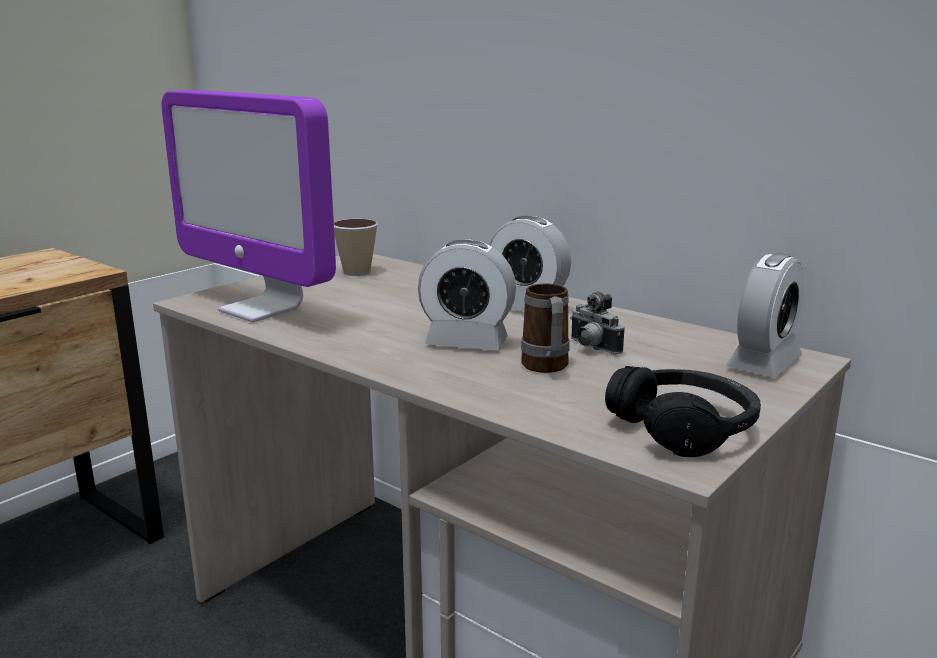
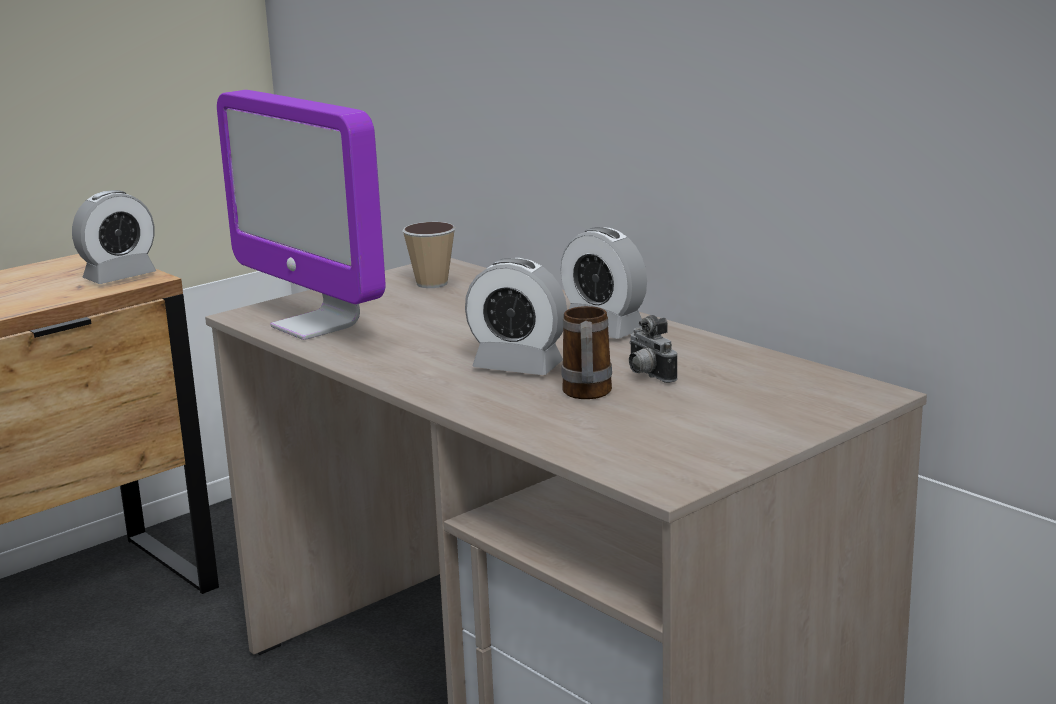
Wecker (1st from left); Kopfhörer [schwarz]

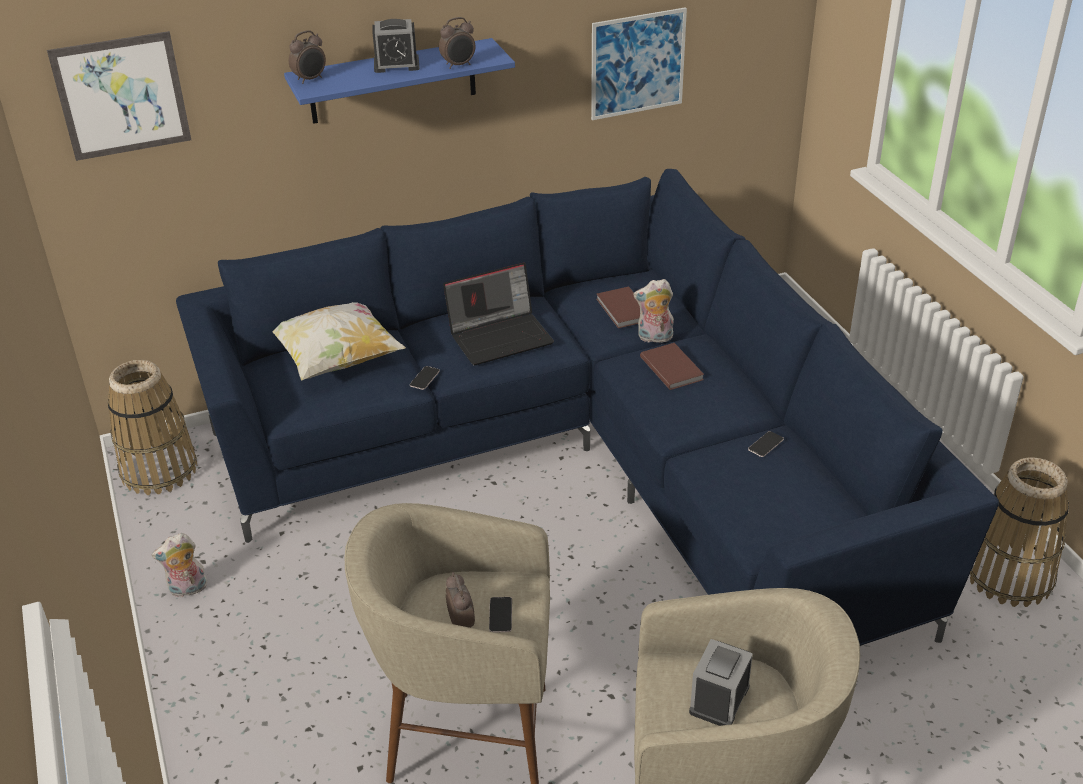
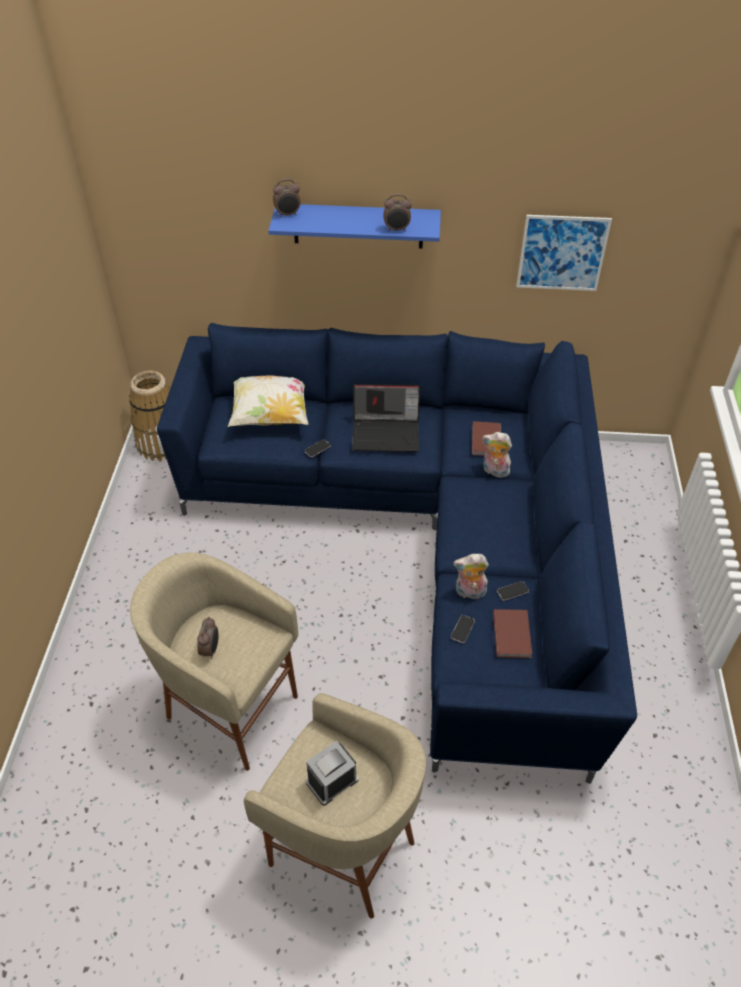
Wecker (2nd from left in the first image); Bild (1st from left in the first image); Buch [braun] (2nd from left); Korb (2nd from left in the first image); Plüschtier (1st from left); Handy (2nd from left)

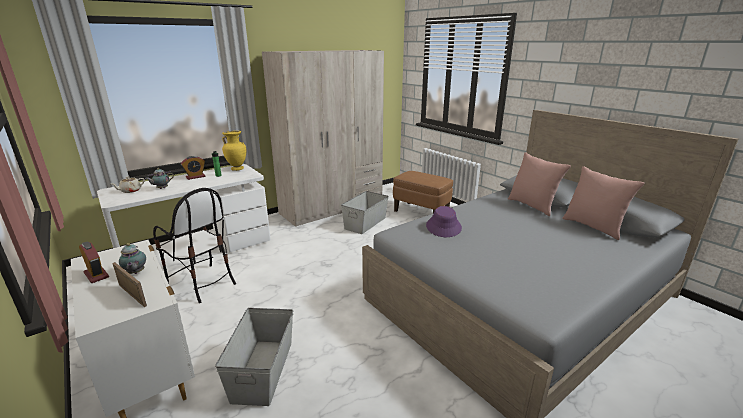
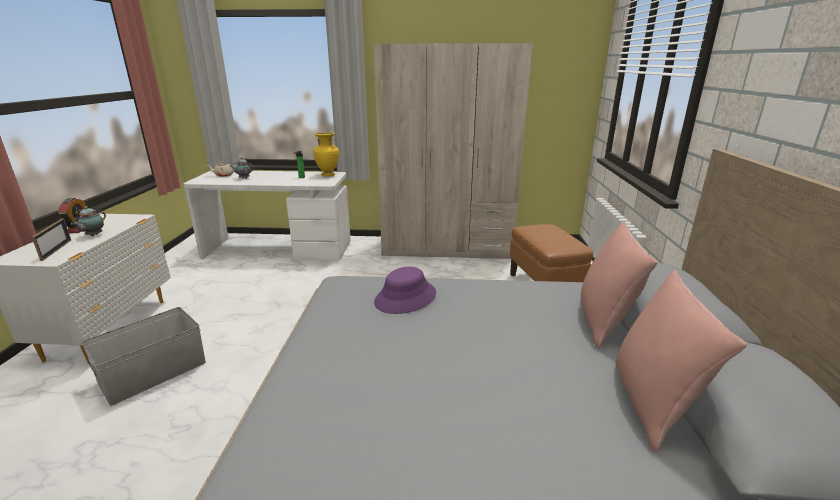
Wecker (2nd from left in the first image); Stuhl; Aufbewahrungsbox [grau] (2nd from left in the first image)

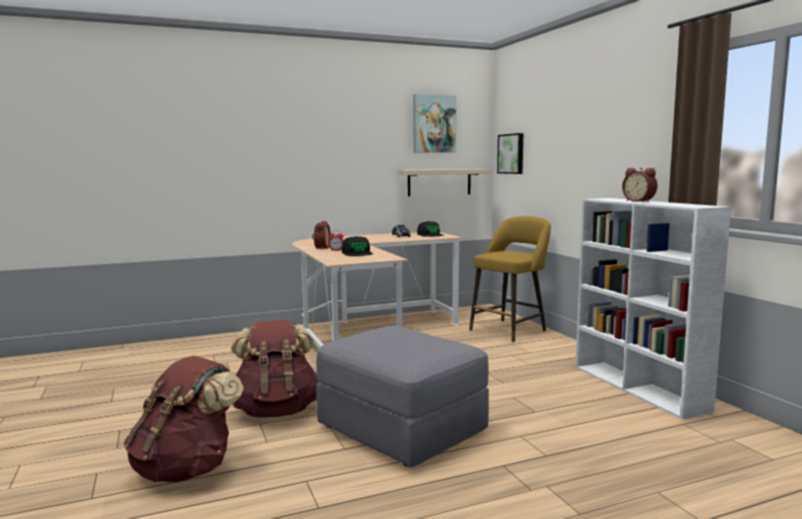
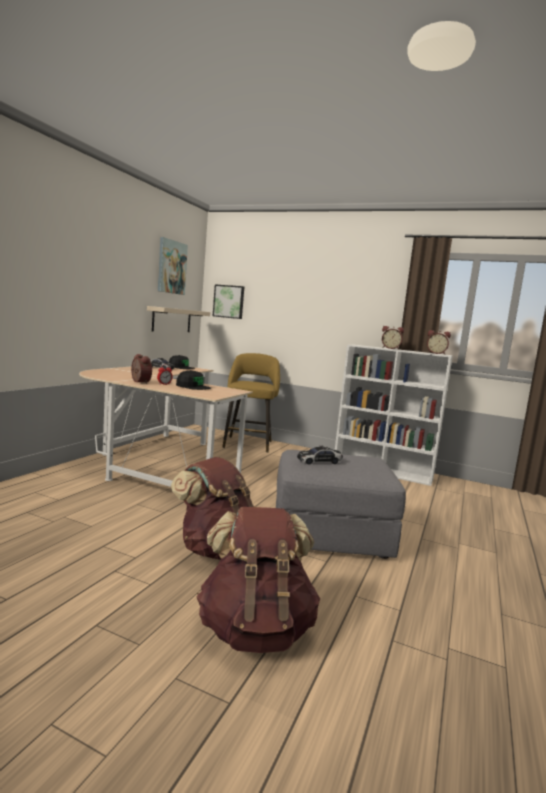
Wecker (4th from left); Spielzeugauto (2nd from left)

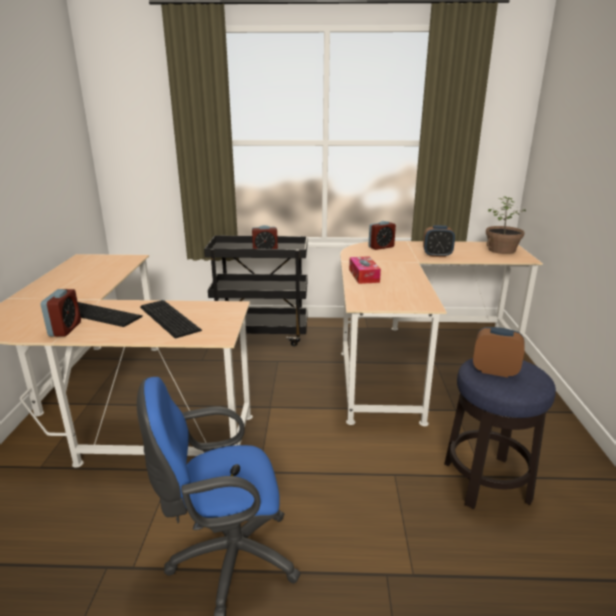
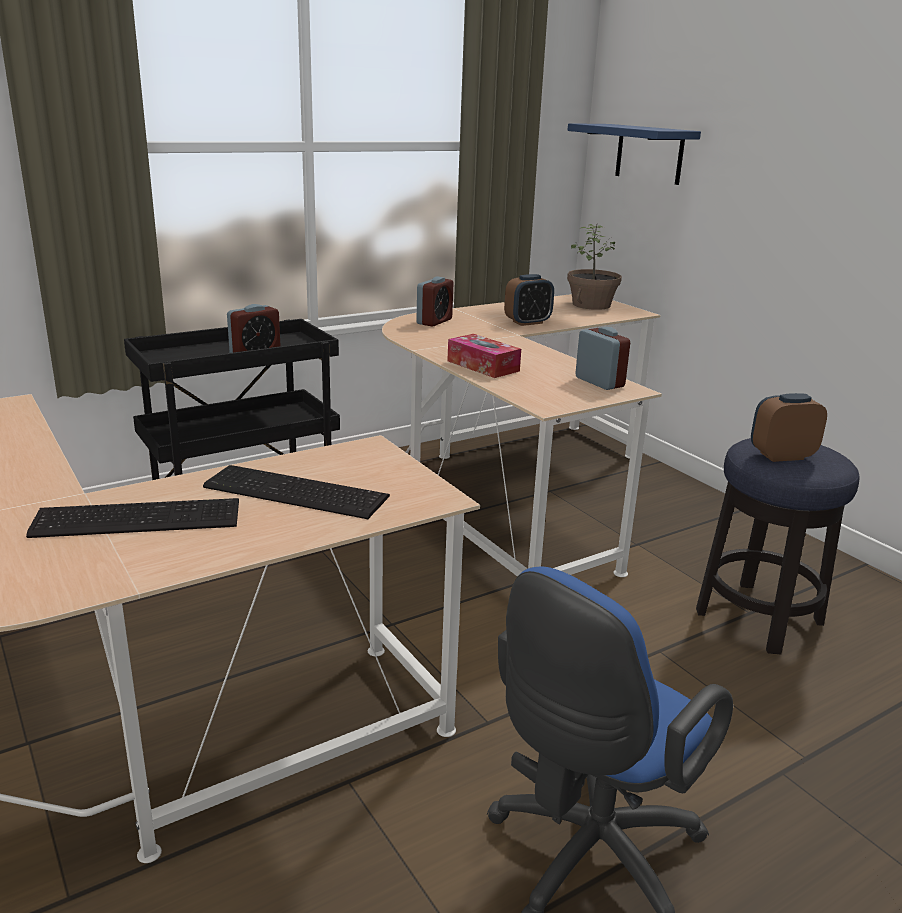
Wecker (4th from left); Wandregal [blau]

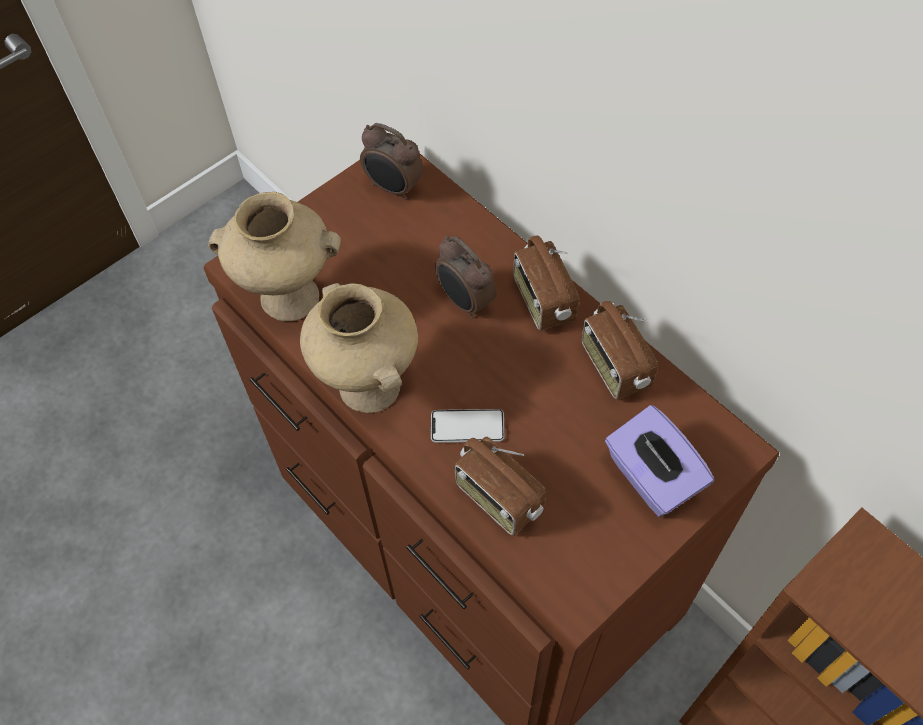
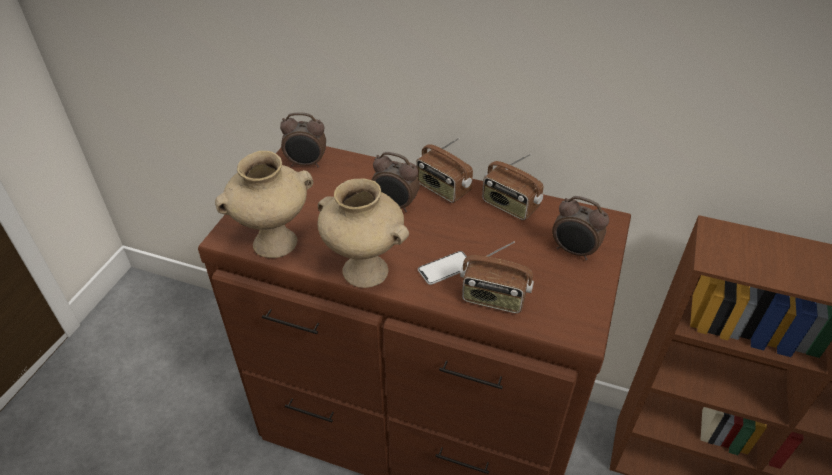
Wecker (3rd from left)

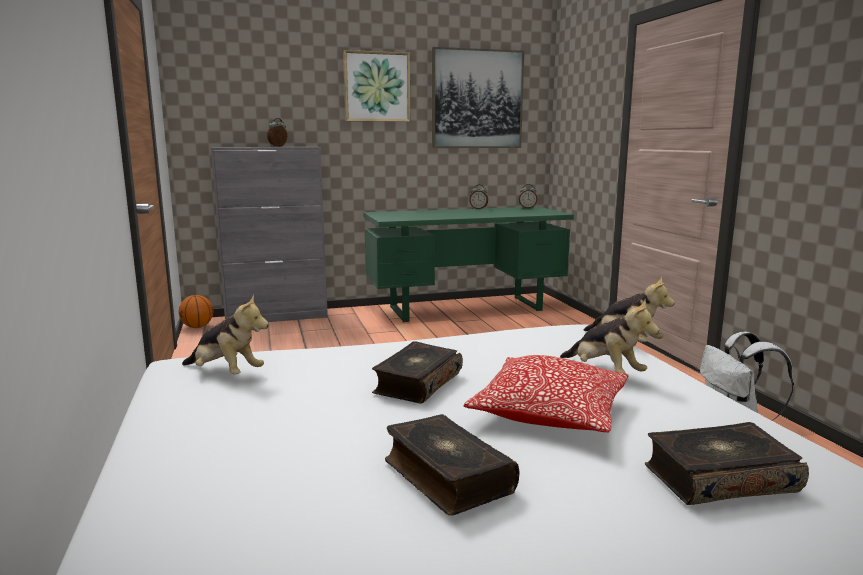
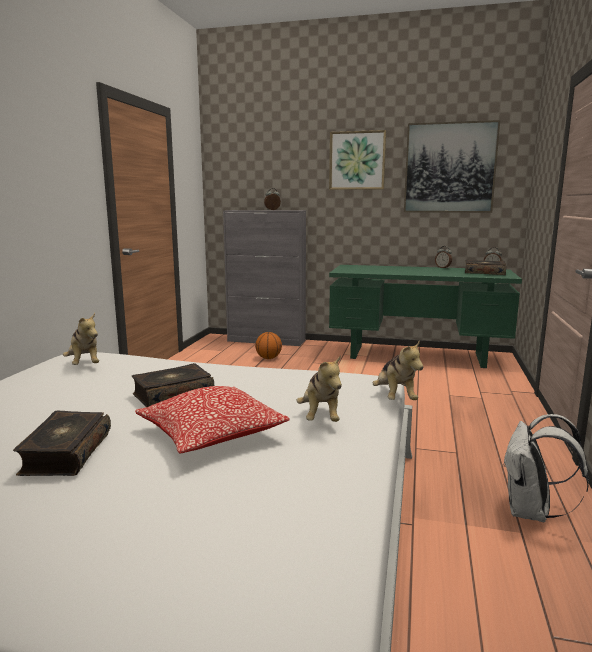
Basketball; Buch (3rd from left)

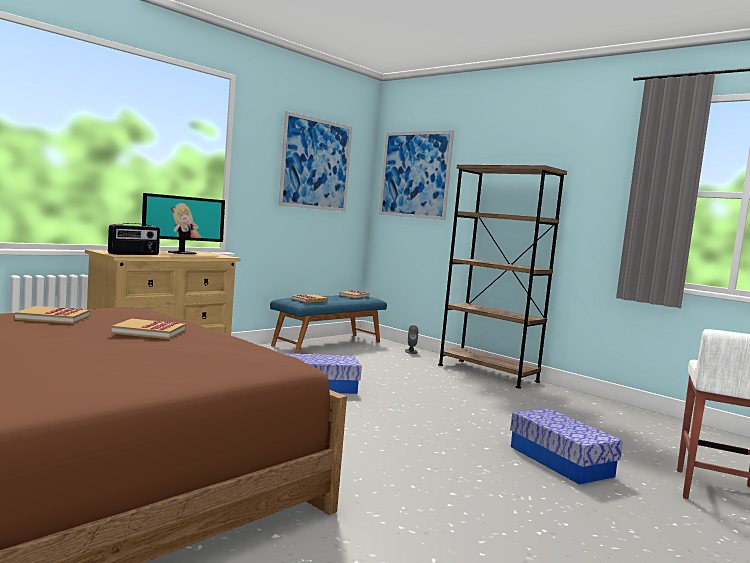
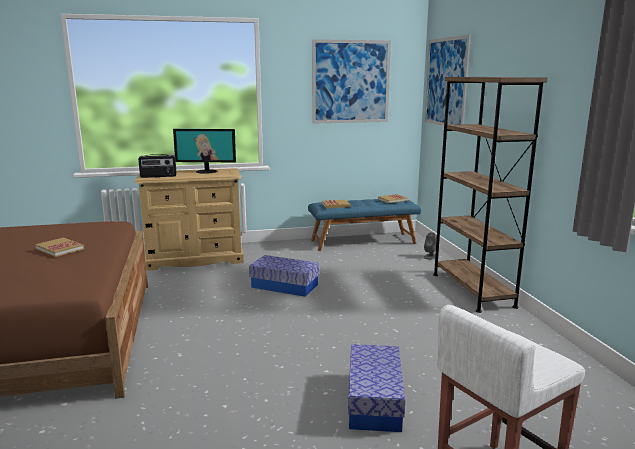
Buch (1st from left in the first image)

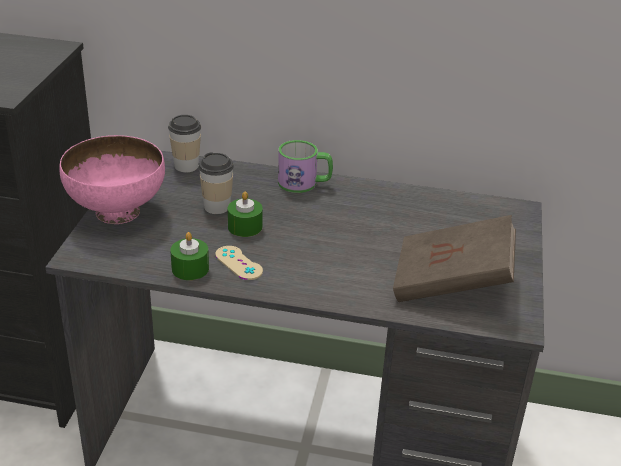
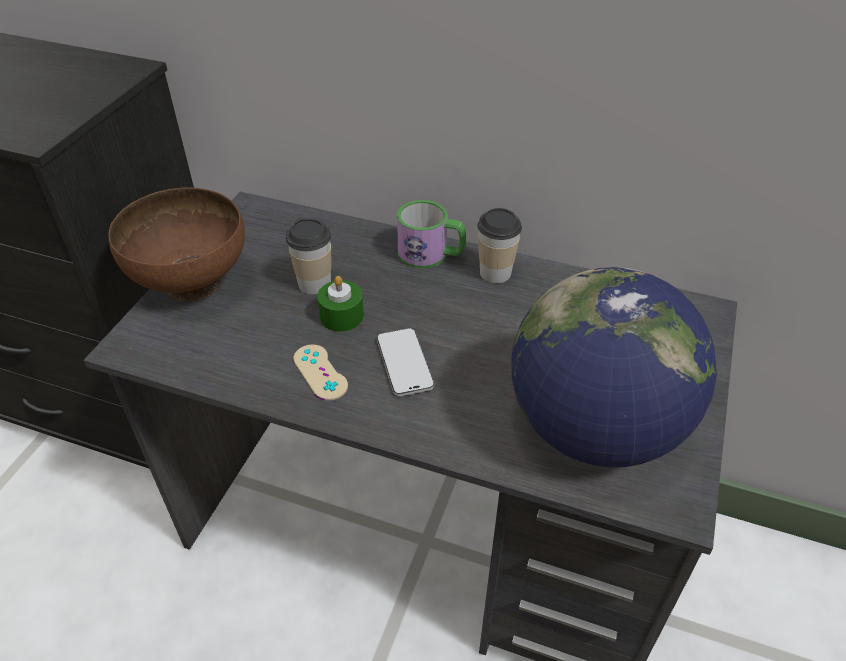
Tasse (2nd from left); Schüssel [braun]; Globus; Kerze [grün] (1st from left in the first image); Handy

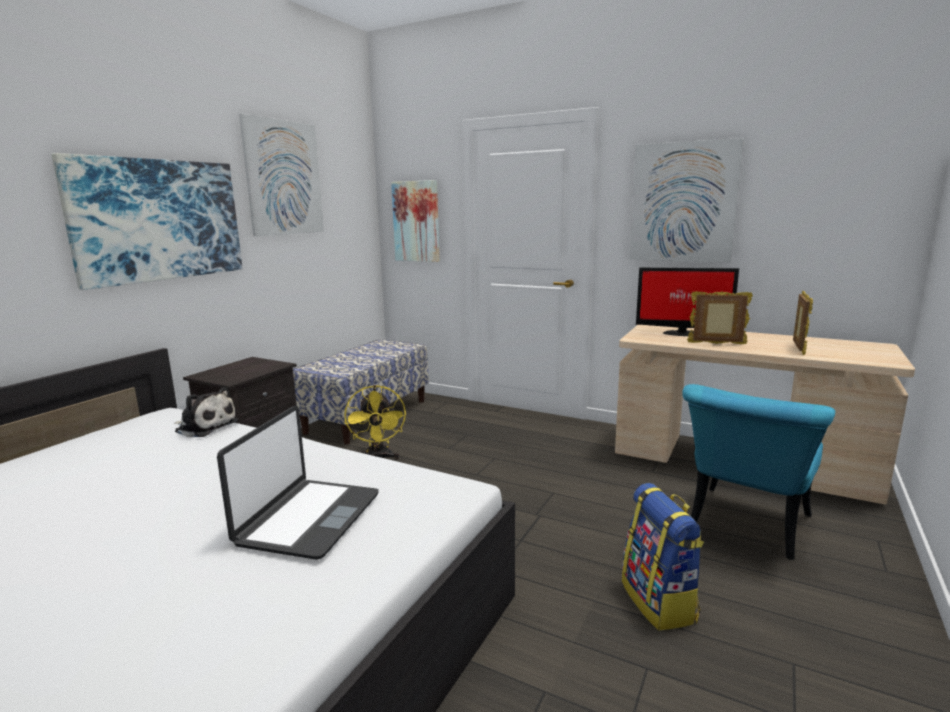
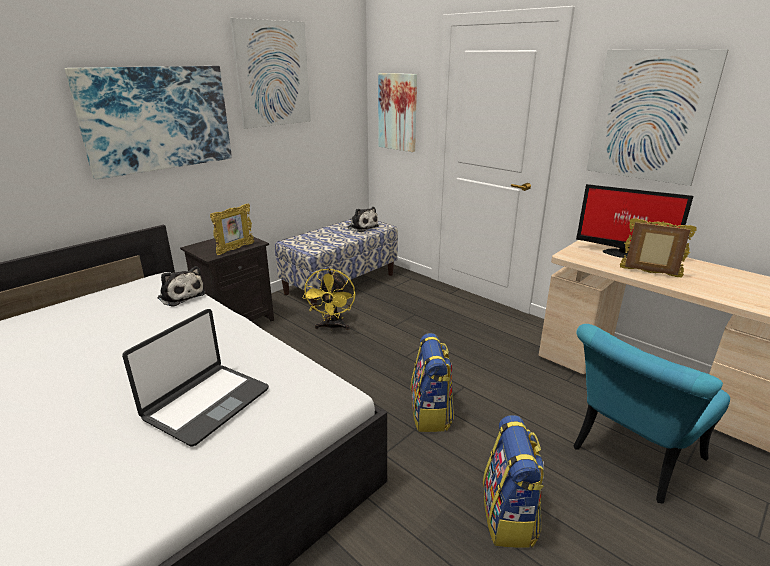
Bilderrahmen (1st from left); Plüschtier (2nd from left); Rucksack (1st from left)

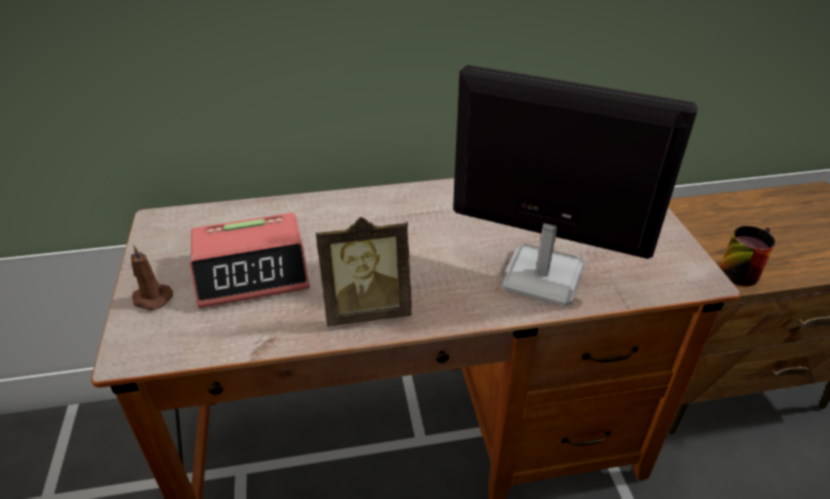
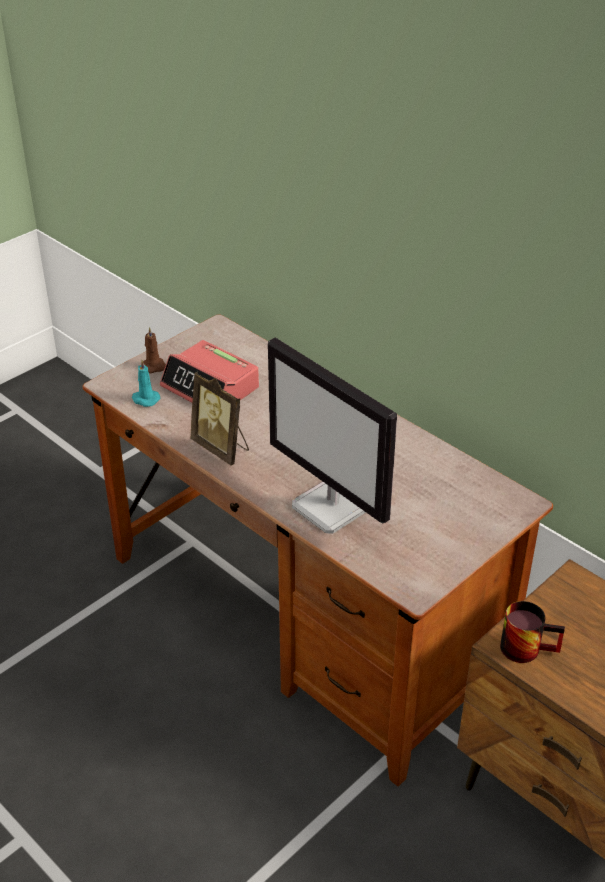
Monitor; Kerze [türkis]

